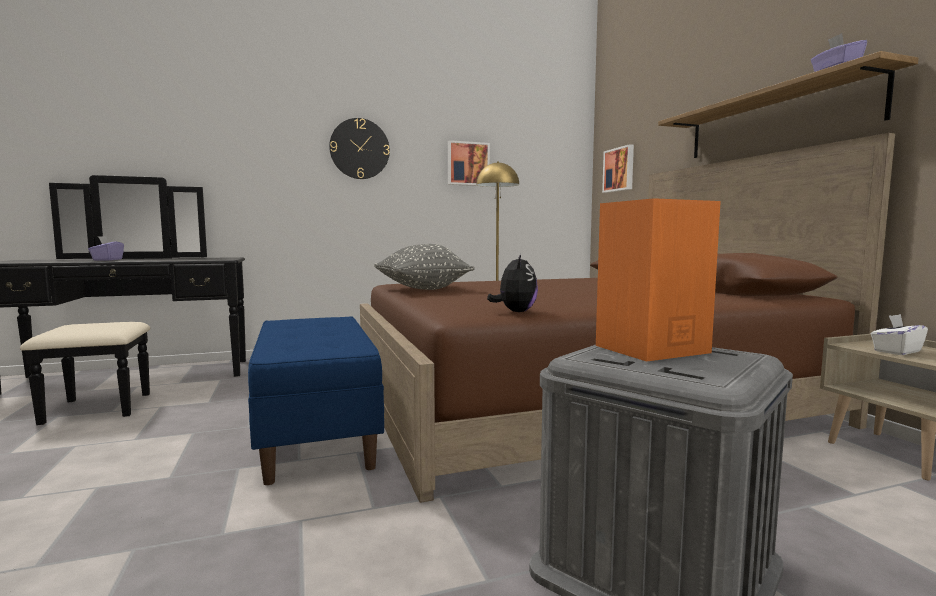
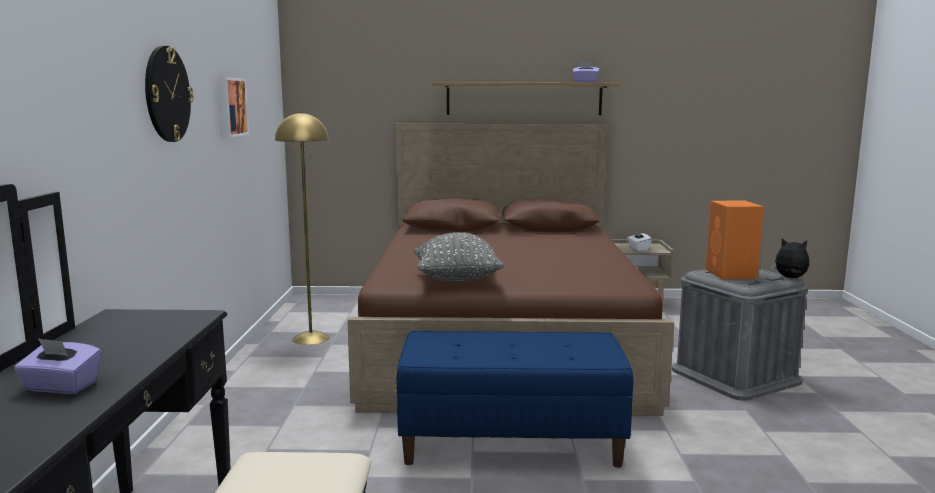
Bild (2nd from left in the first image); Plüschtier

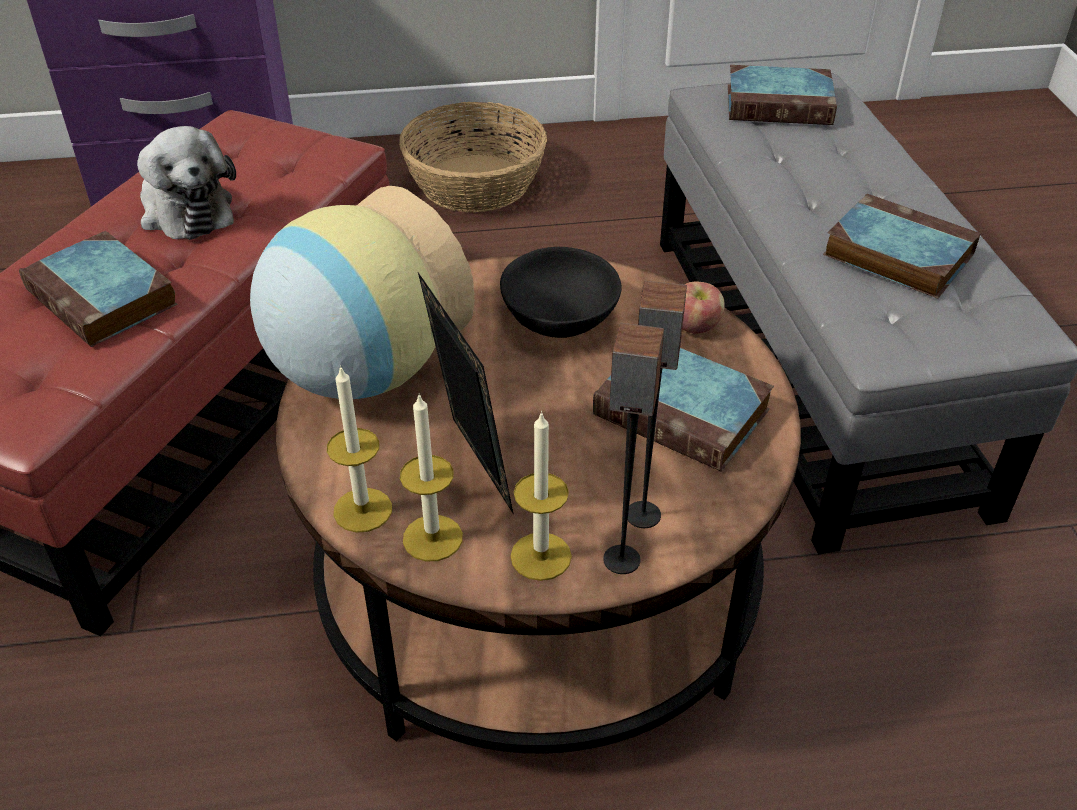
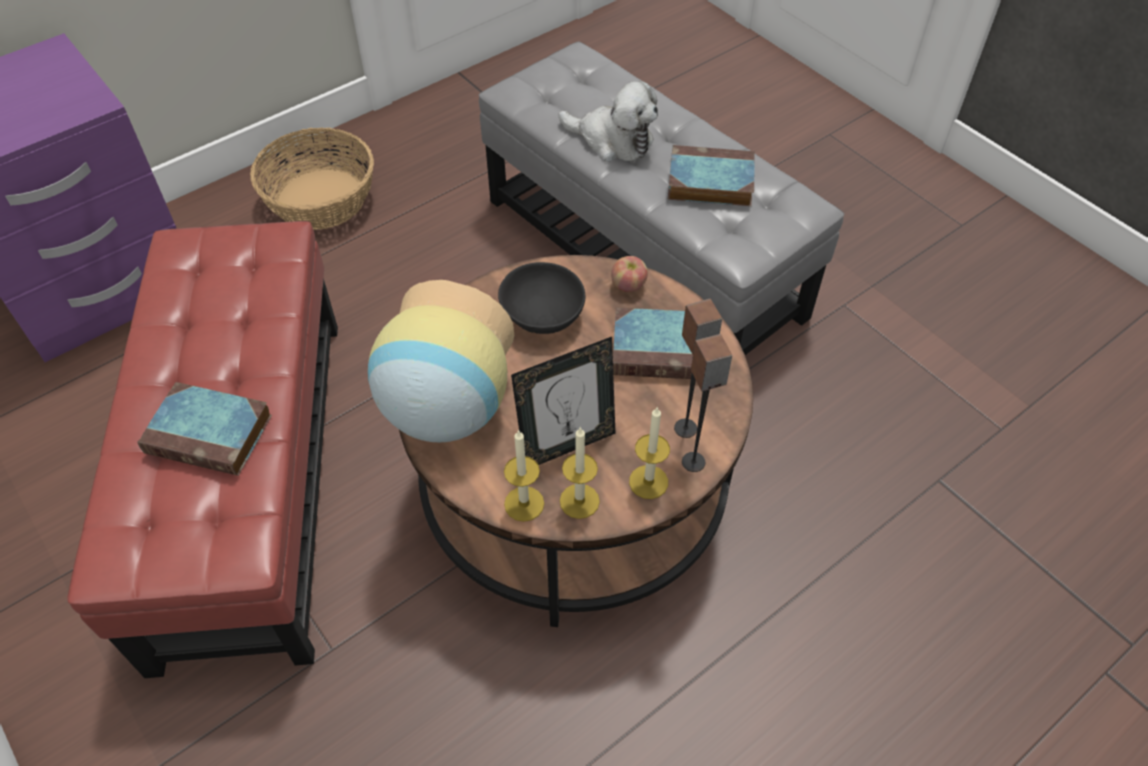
Buch (3rd from left in the first image); Plüschtier; Bilderrahmen

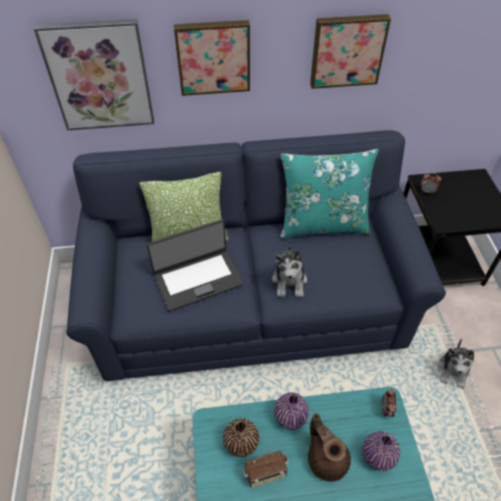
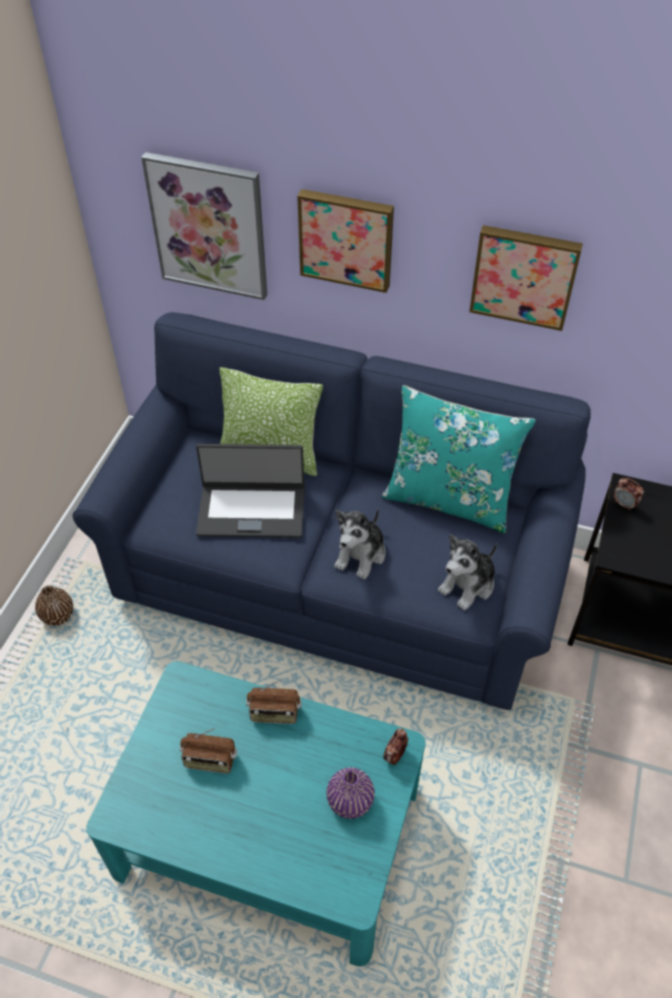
Plüschtier (2nd from left); Radio (2nd from left); Teekanne [braun]; Vase [braun]

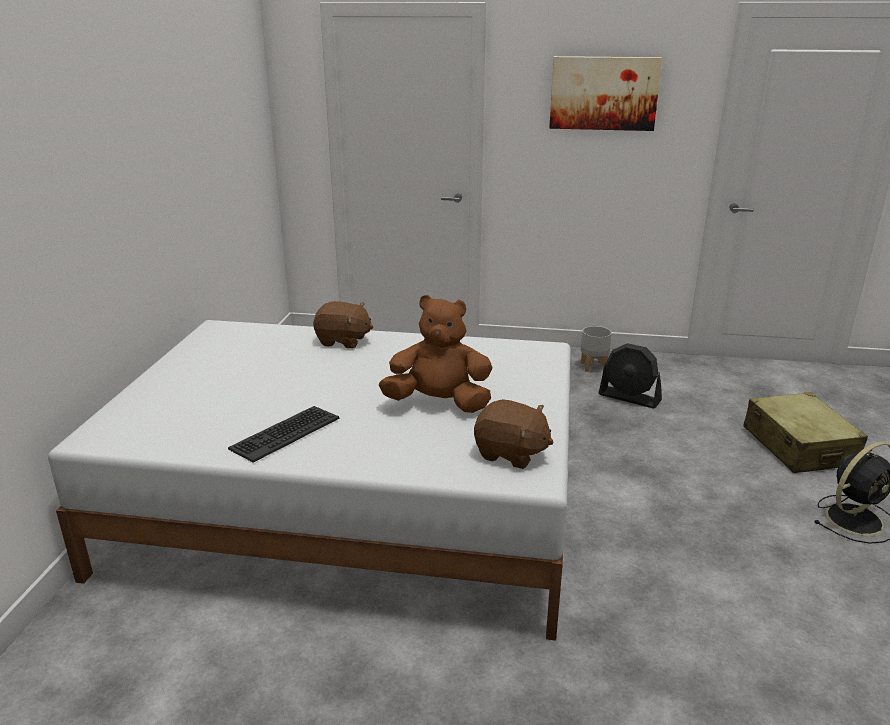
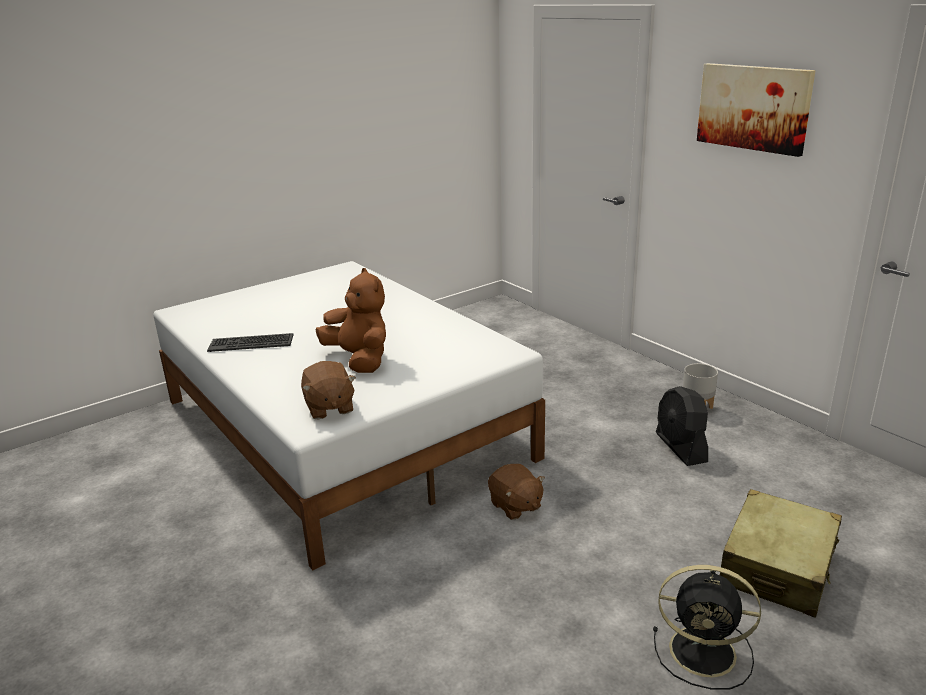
Plüschtier [braun] (3rd from left)

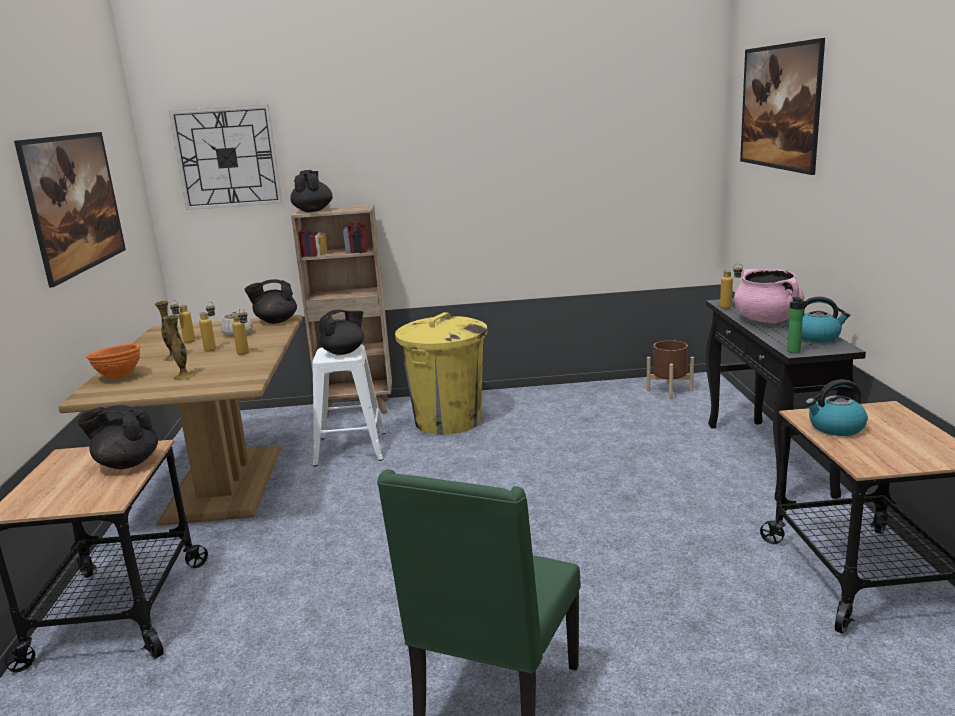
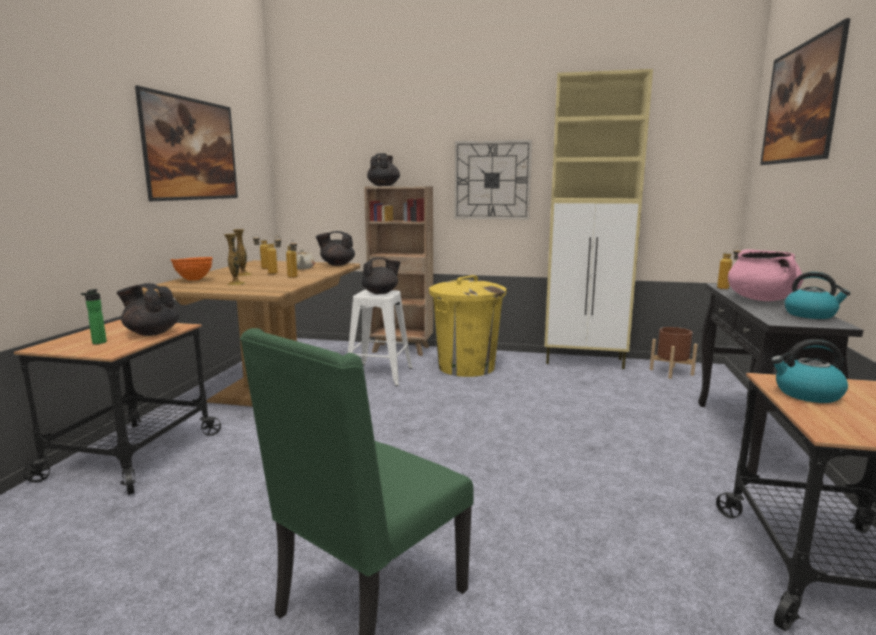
Wanduhr; Flasche (1st from left); Schrank [beige]

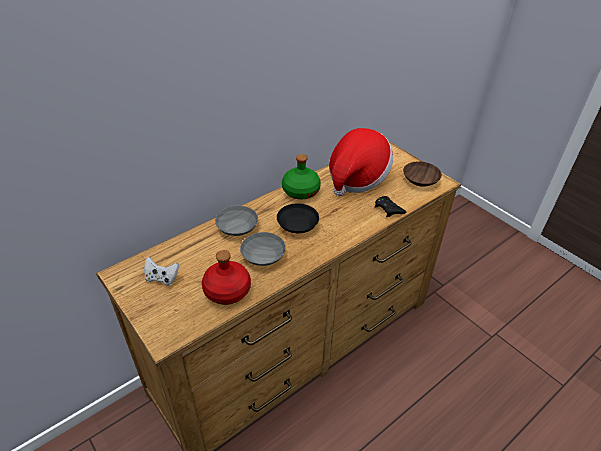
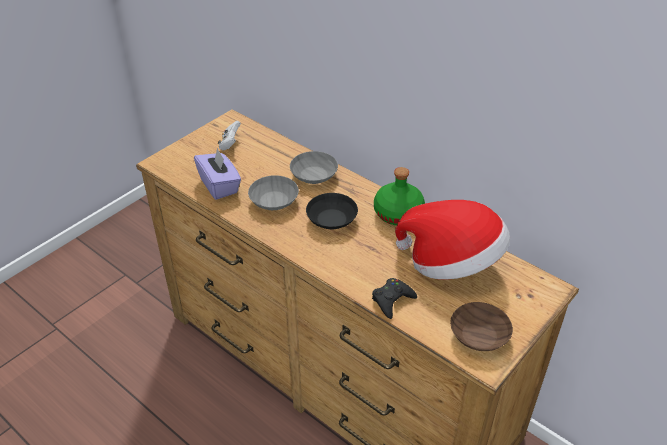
Taschentuchbox [lila]

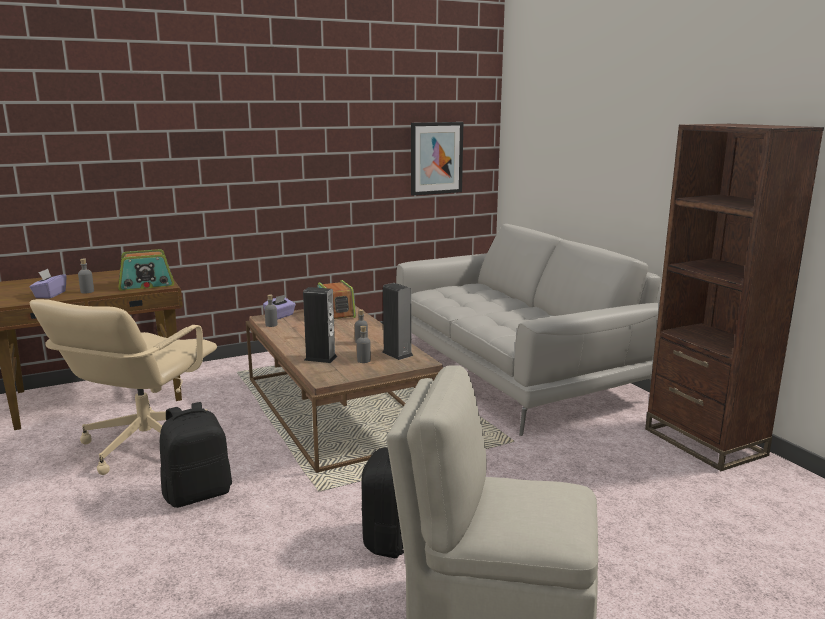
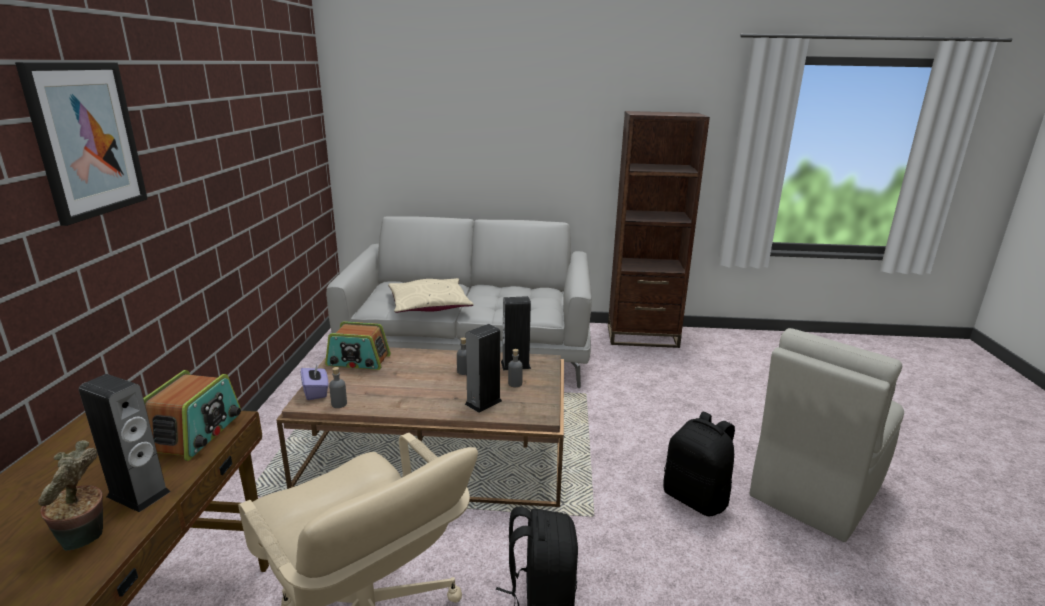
Bild; Lautsprecher (1st from left); Topfpflanze; Kissen [beige]

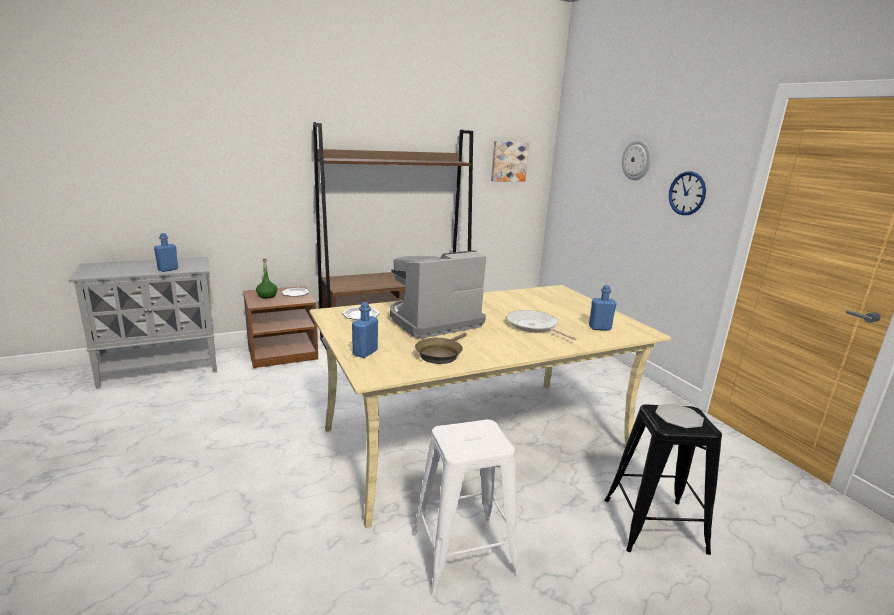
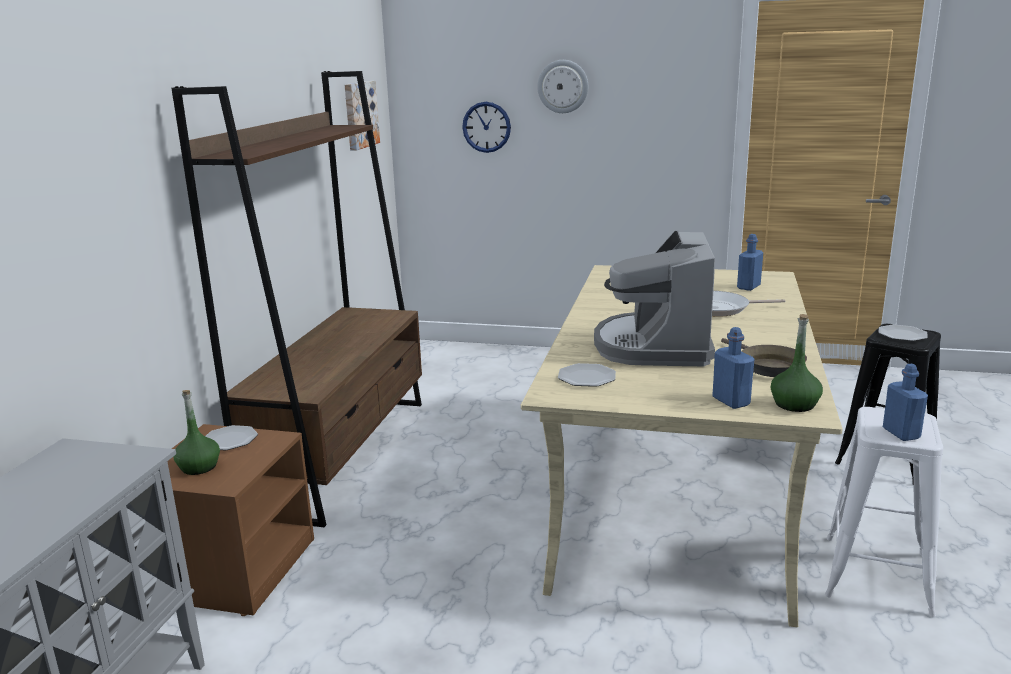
Wanduhr (1st from left); Flasche [blau] (3rd from left); Flasche [grün] (2nd from left)

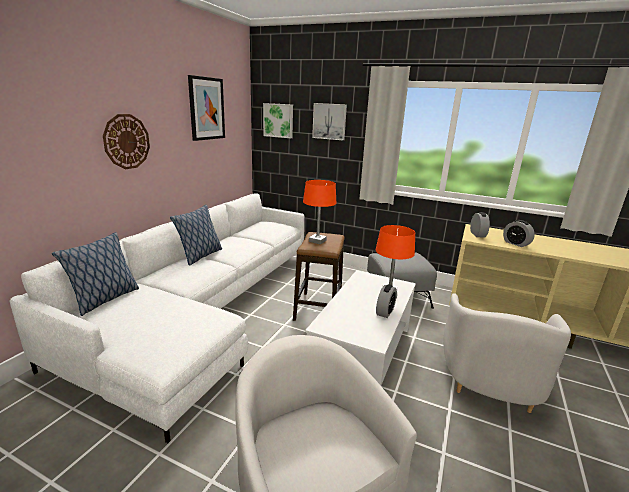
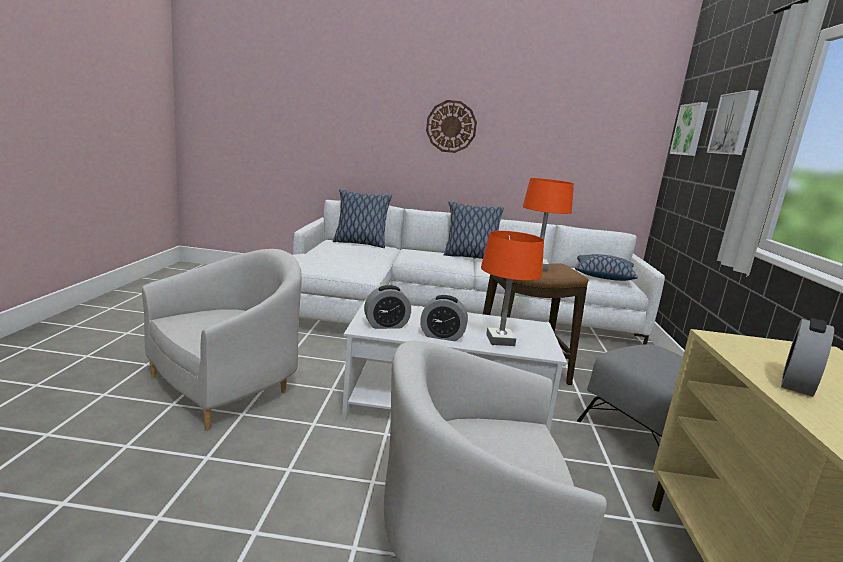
Bild (1st from left in the first image); Wecker (1st from left); Kissen (3rd from left)

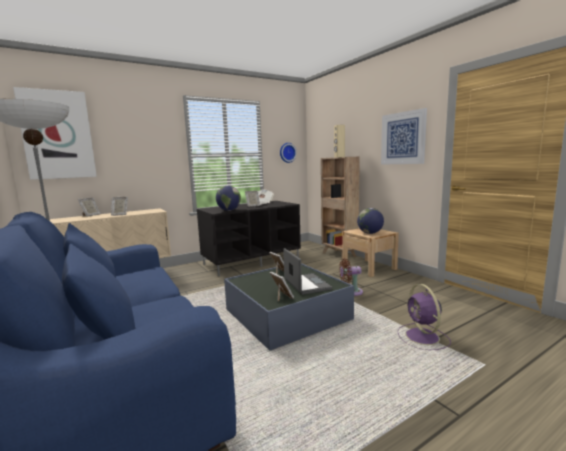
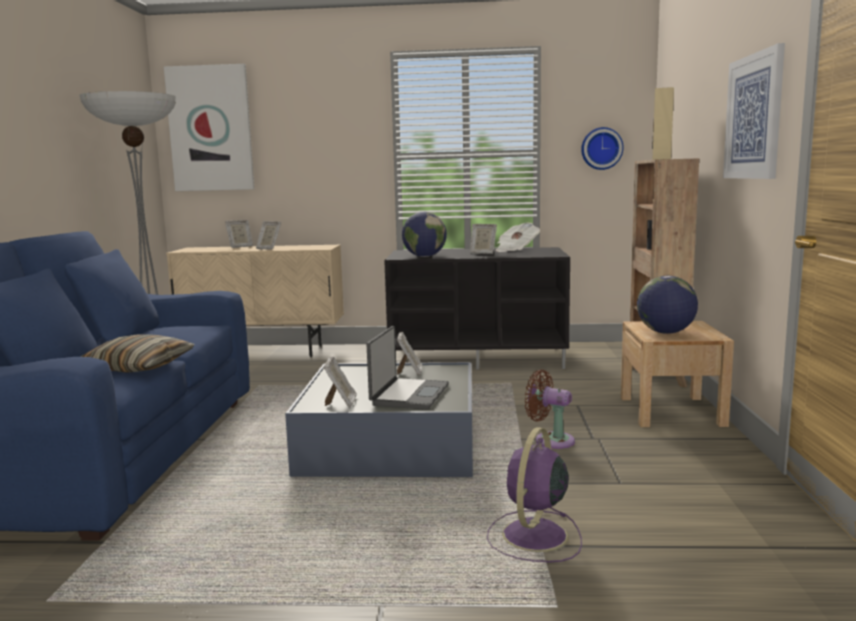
Kissen

